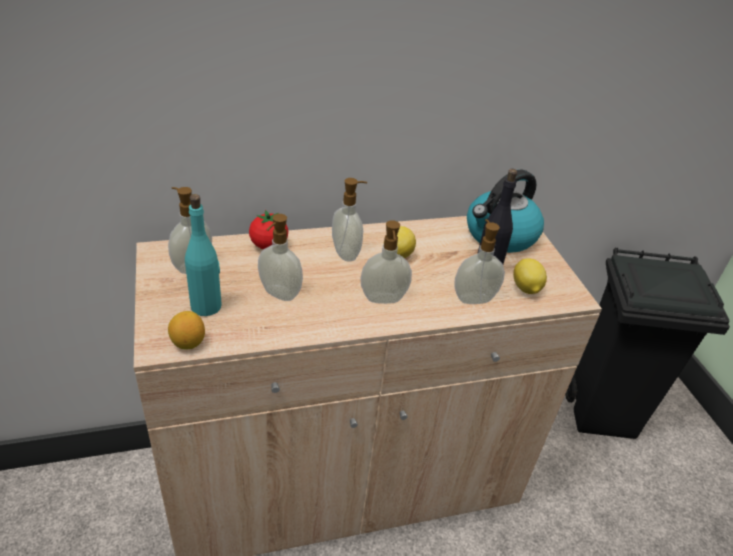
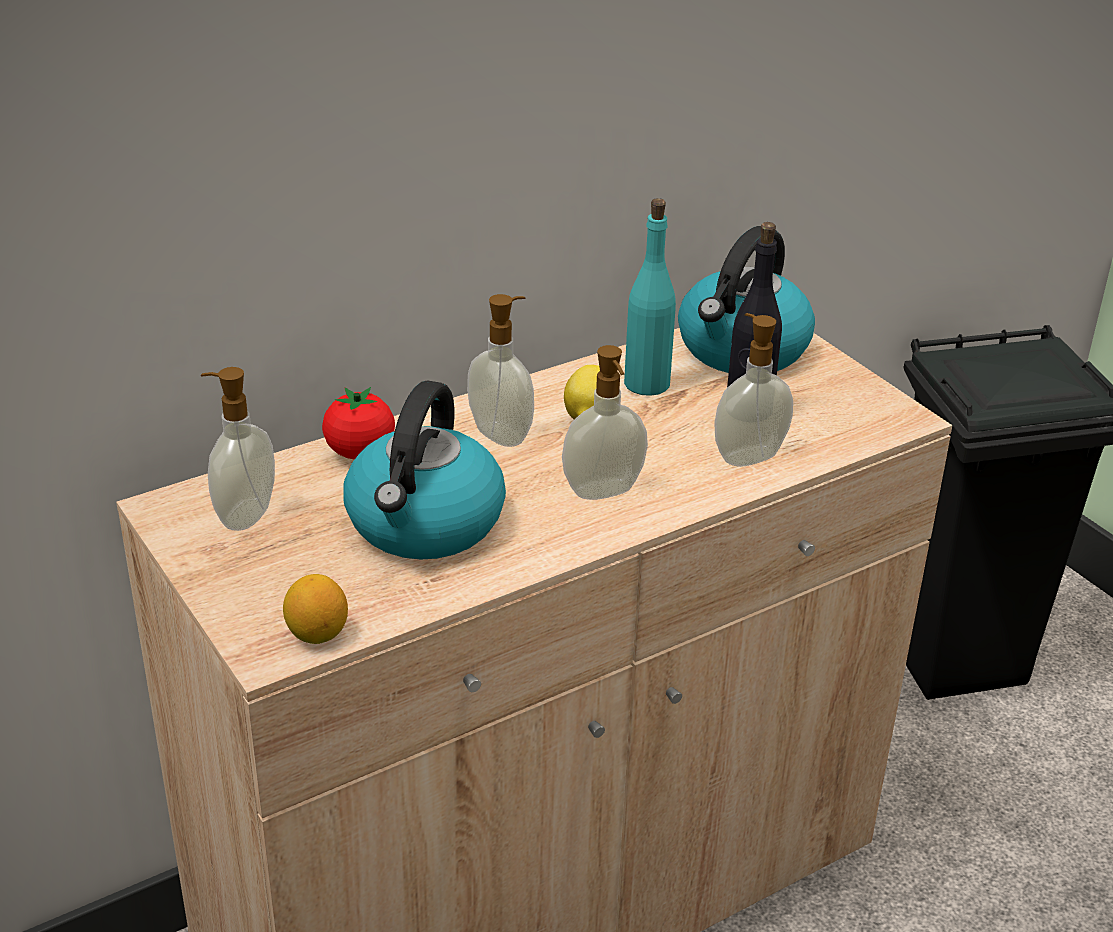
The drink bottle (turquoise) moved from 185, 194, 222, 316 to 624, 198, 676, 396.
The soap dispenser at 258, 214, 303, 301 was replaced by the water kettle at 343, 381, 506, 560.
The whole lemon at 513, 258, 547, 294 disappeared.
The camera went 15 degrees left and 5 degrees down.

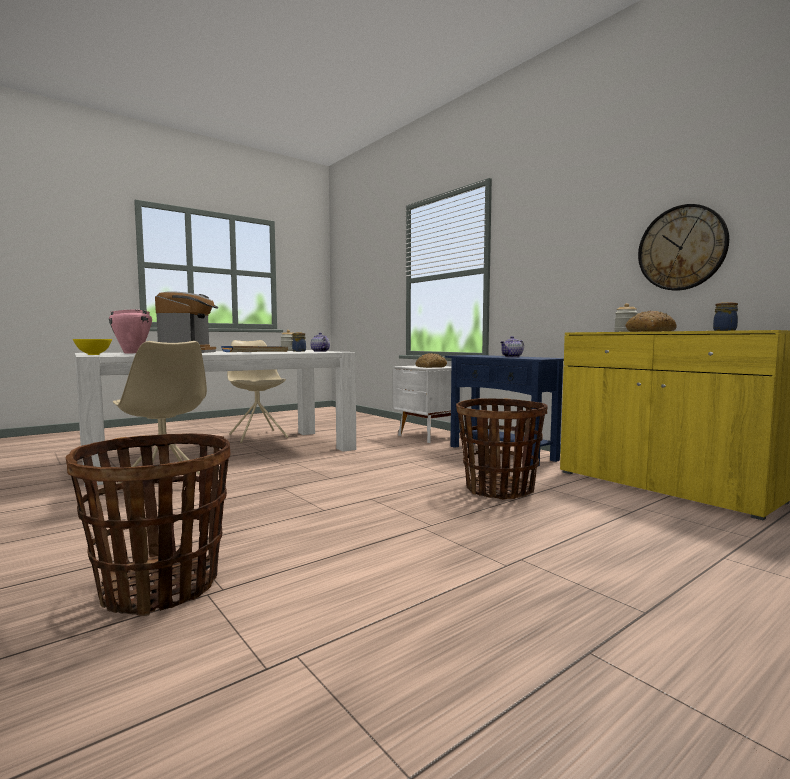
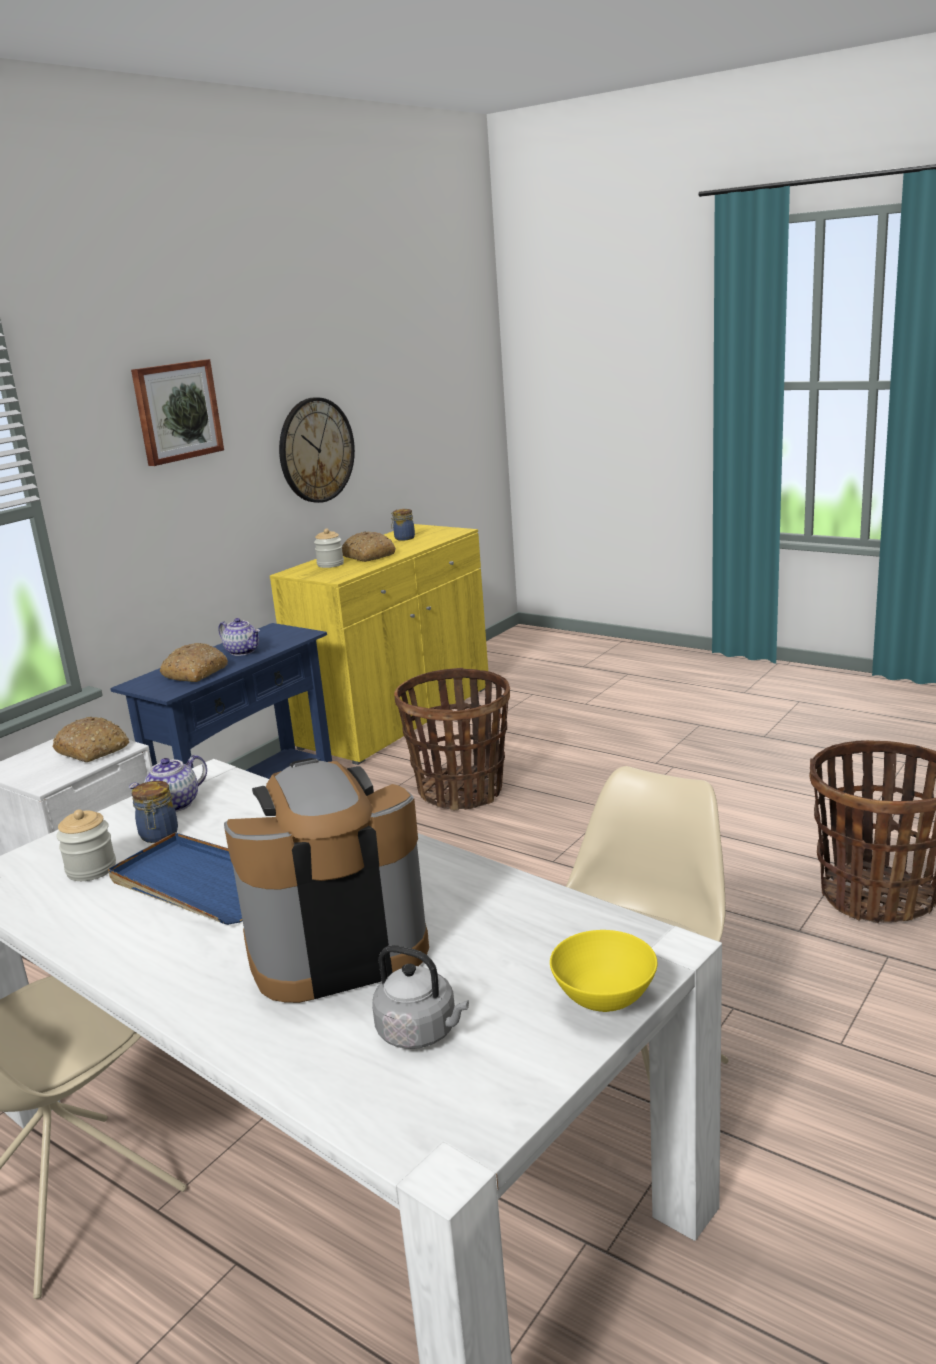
The saucepot (pinkish) at 109, 309, 152, 353 was replaced by the water kettle (greyish) at 372, 945, 469, 1049.
The wall art at 131, 359, 224, 466 appeared.
The baked bread at 160, 643, 228, 682 appeared.
The camera went 105 degrees left and 15 degrees up.

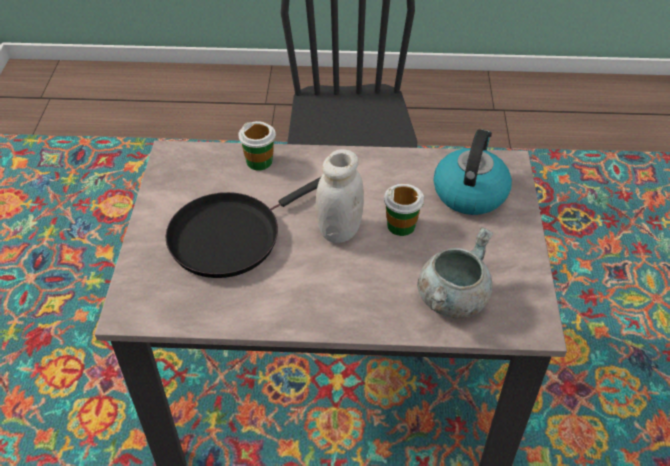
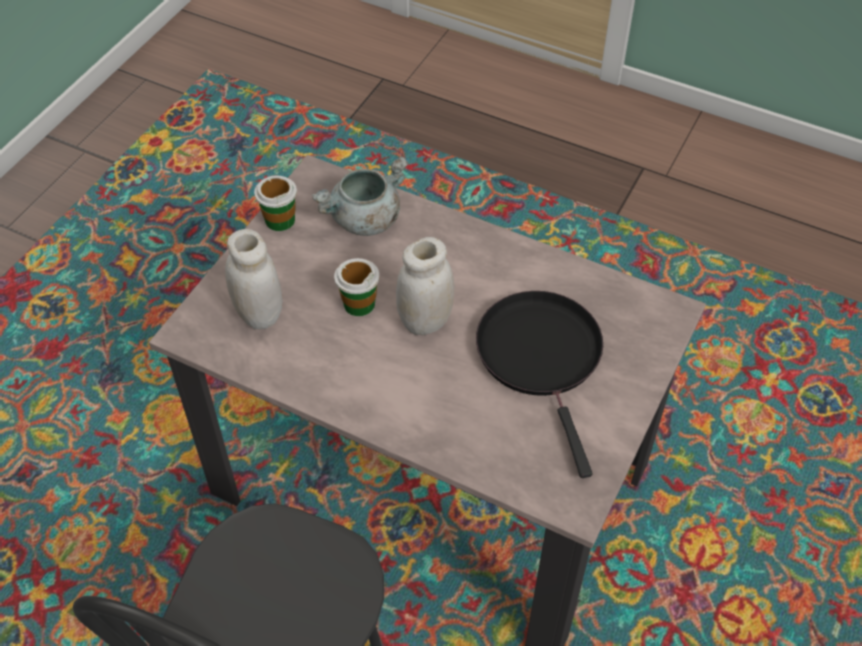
The small cup moved from 238, 121, 276, 171 to 254, 175, 297, 231.
The water kettle at 433, 129, 512, 215 was replaced by the jar (white) at 225, 229, 283, 329.
The skillet (blackish) at 165, 177, 321, 278 turned 90 degrees counterclockwise.
The camera went 155 degrees left and 5 degrees up.

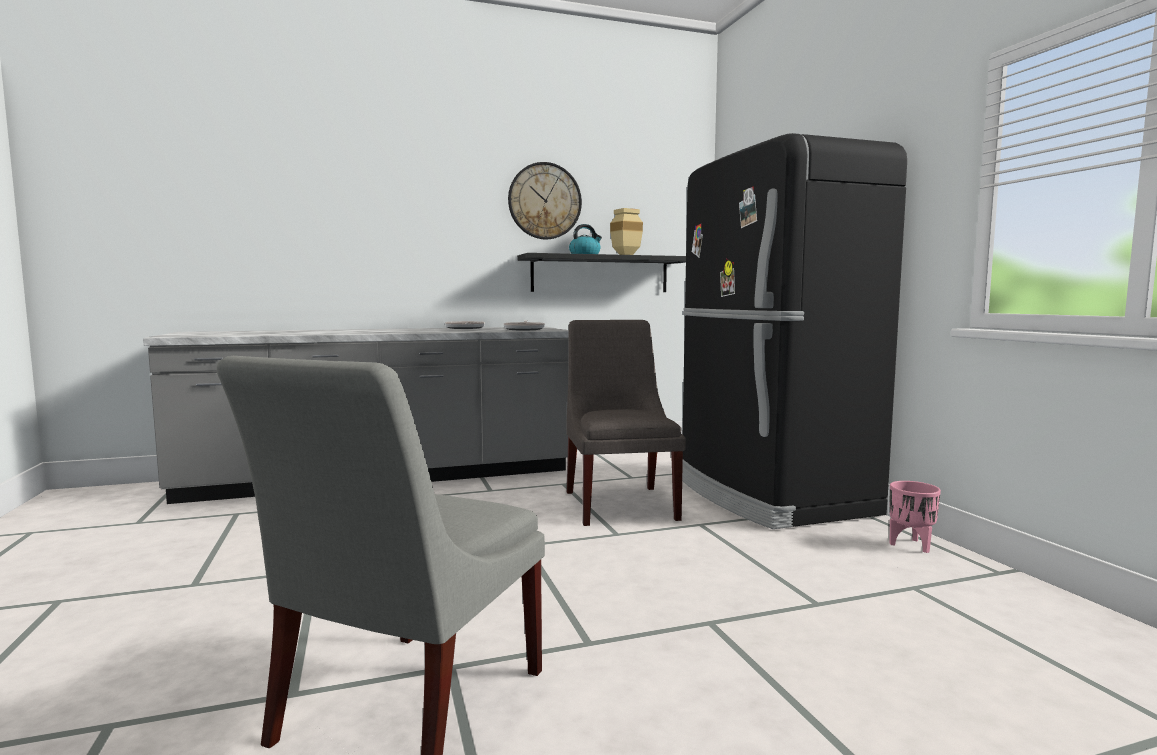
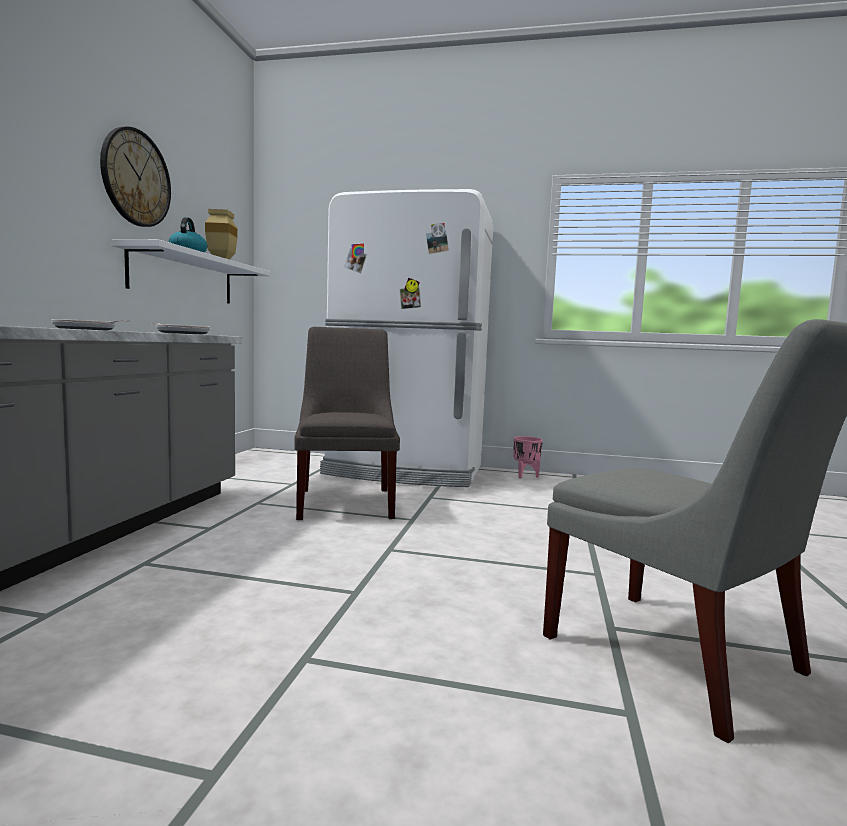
The refrigerator (blackish) at 682, 133, 907, 529 became the refrigerator (white) at 320, 189, 493, 487.
The bracket shelf (blackish) at 517, 253, 686, 292 became the bracket shelf (white) at 112, 239, 271, 304.
The plain chair (greyish) at 567, 320, 686, 526 turned 60 degrees clockwise.
The camera went 60 degrees left and 0 degrees up.

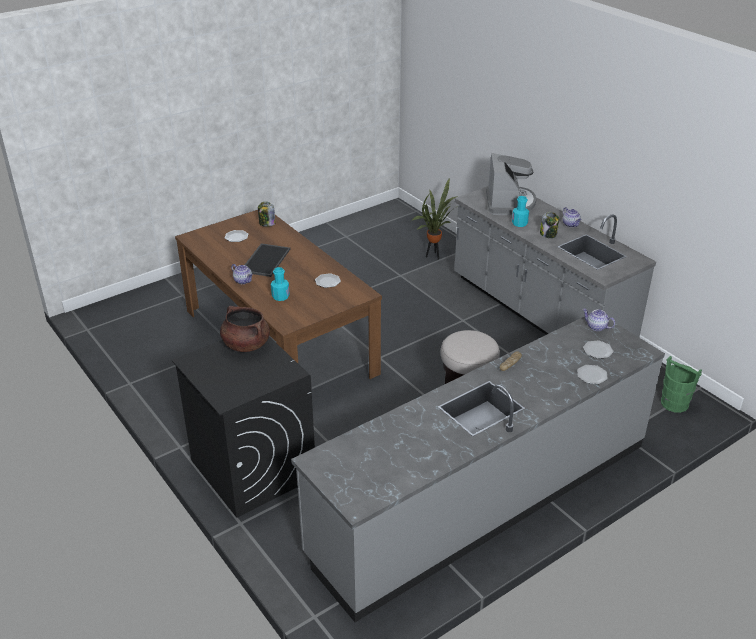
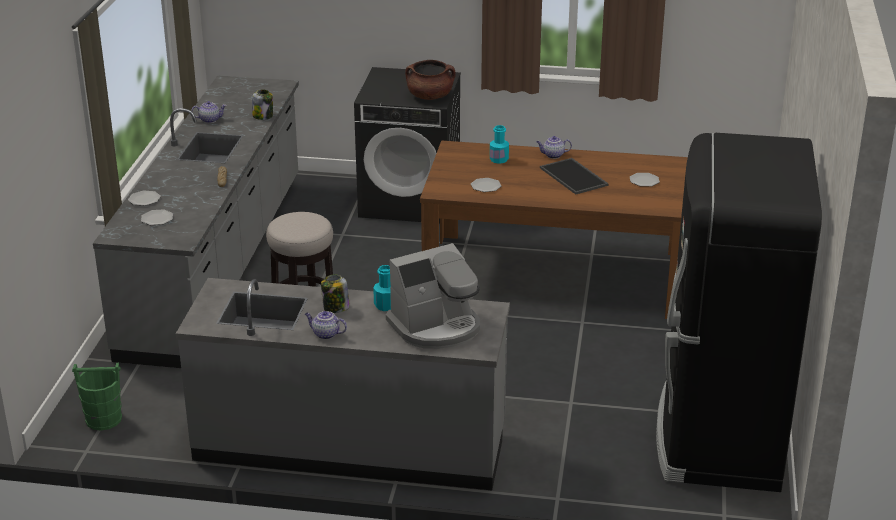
The coffee maker at 486, 153, 536, 215 turned 75 degrees counterclockwise.
The houseplant at 411, 178, 458, 260 disappeared.
The jar moved from 258, 202, 276, 227 to 252, 89, 273, 120.
The pot for tea moved from 583, 308, 615, 331 to 191, 101, 226, 123.
The refrigerator (blackish) at 656, 133, 822, 492 appeared.
The camera went 135 degrees right and 5 degrees down.

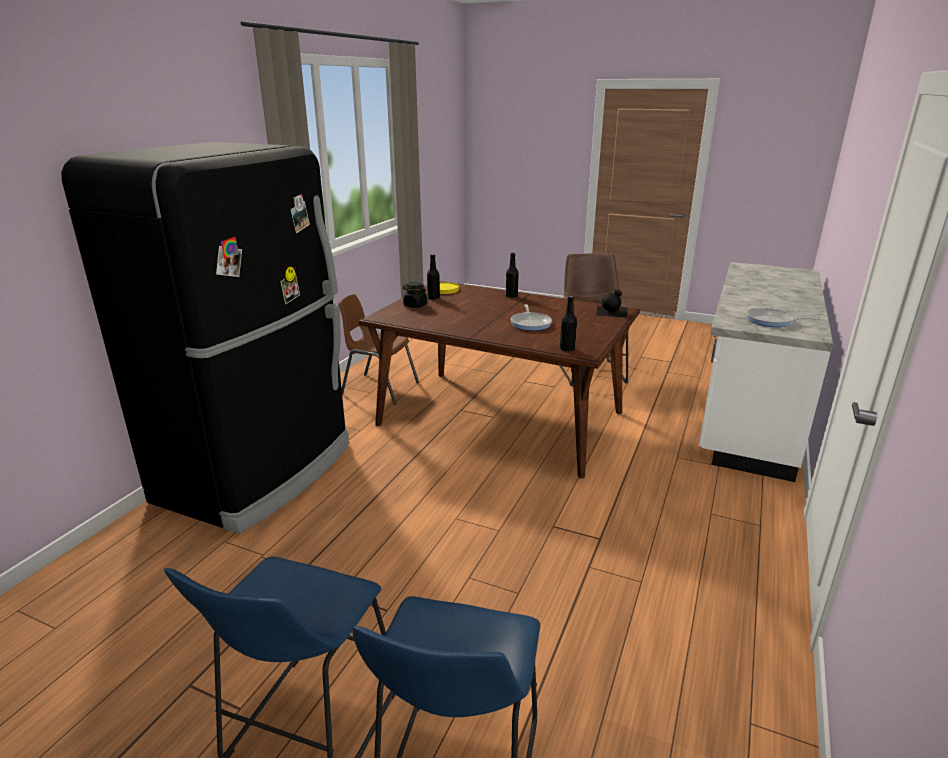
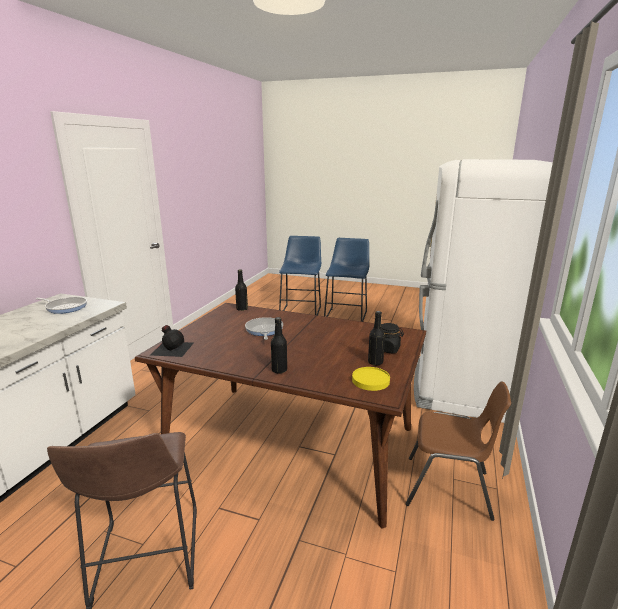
The refrigerator (blackish) at 61, 142, 349, 534 became the refrigerator (white) at 414, 159, 553, 423.
The camera went 175 degrees right and 5 degrees down.

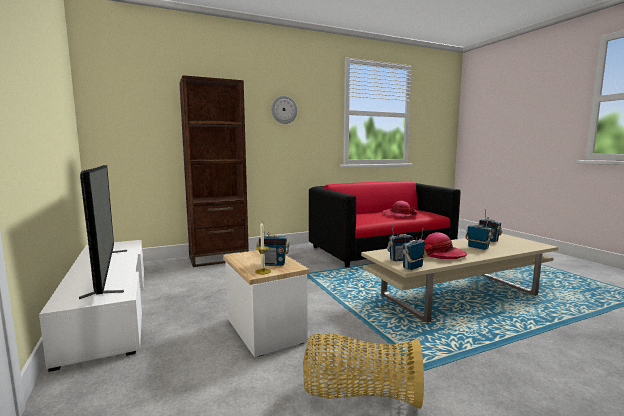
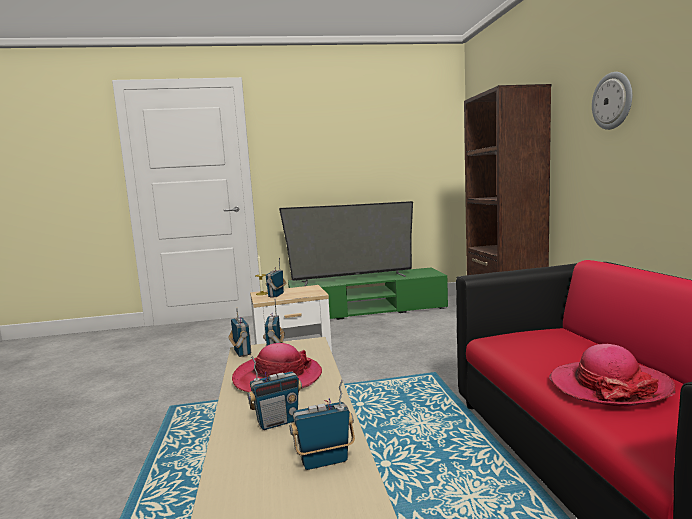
The media console (white) at 39, 240, 144, 372 became the media console (green) at 288, 268, 448, 320.
The storage basket at 303, 333, 424, 409 disappeared.
The camera went 105 degrees right and 0 degrees up.

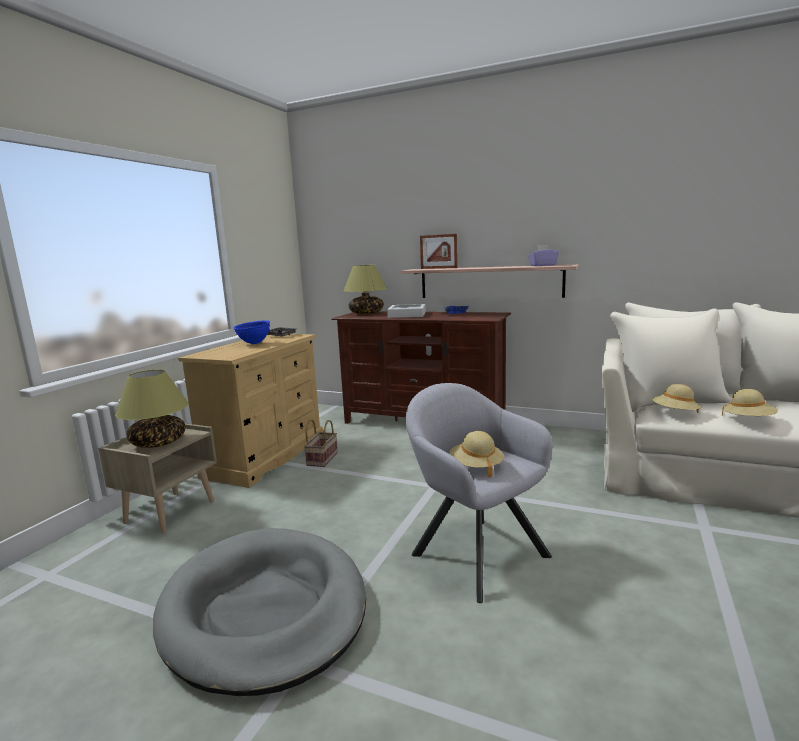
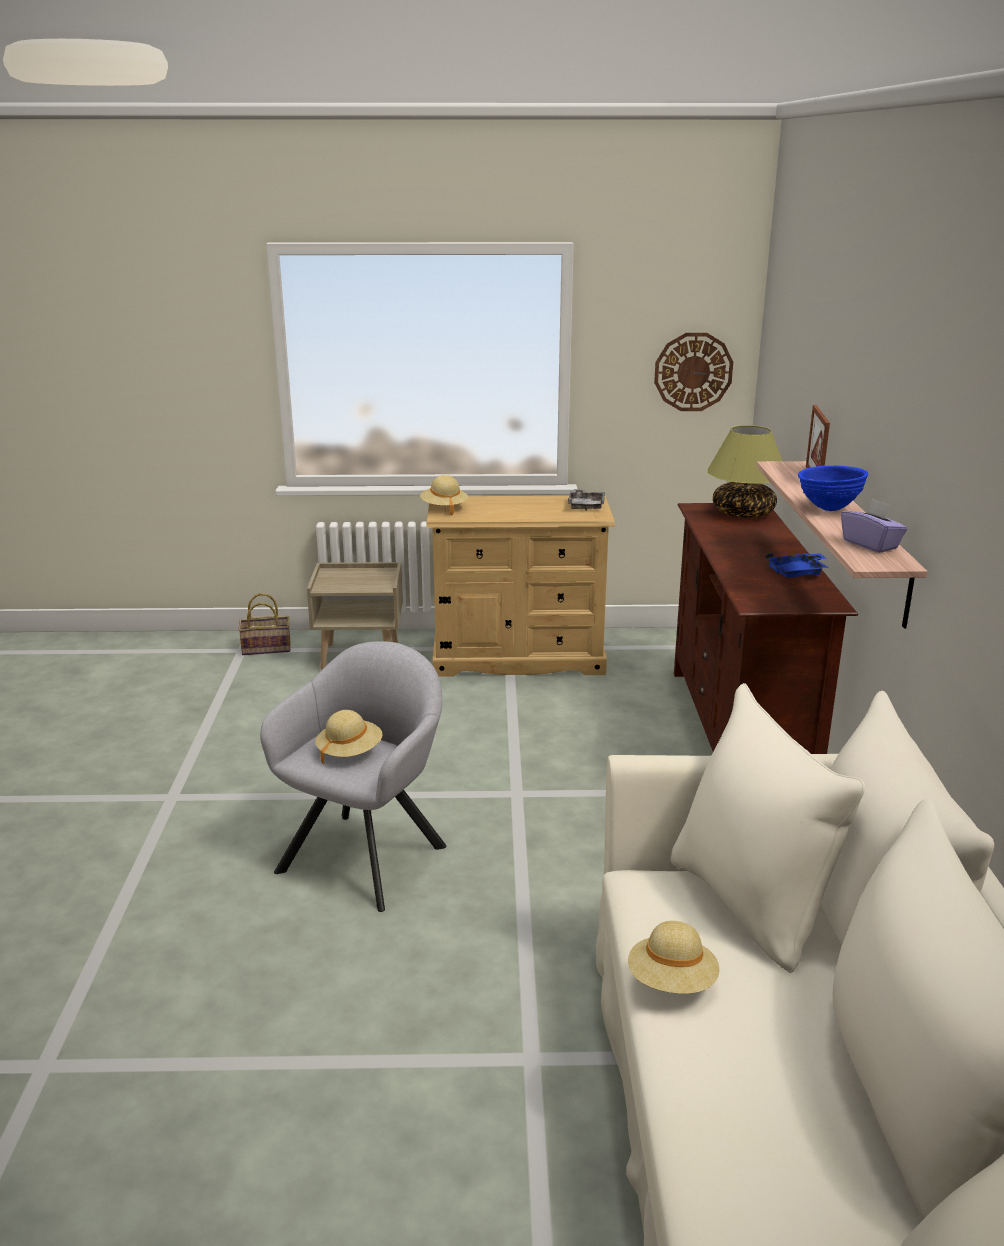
The tray (greyish) at 387, 304, 426, 318 disappeared.
The serving bowl (bluish) moved from 234, 320, 270, 344 to 798, 465, 868, 511.
The tabletop lamp at 115, 369, 189, 448 disappeared.
The hat (sand-coloured) moved from 652, 384, 701, 413 to 420, 475, 468, 515.
The storage basket moved from 304, 419, 338, 467 to 238, 593, 290, 655.
The pet bed (greyish) at 153, 528, 366, 696 disappeared.
The hanging clock at 654, 333, 733, 411 appeared.
The camera went 65 degrees right and 10 degrees up.

